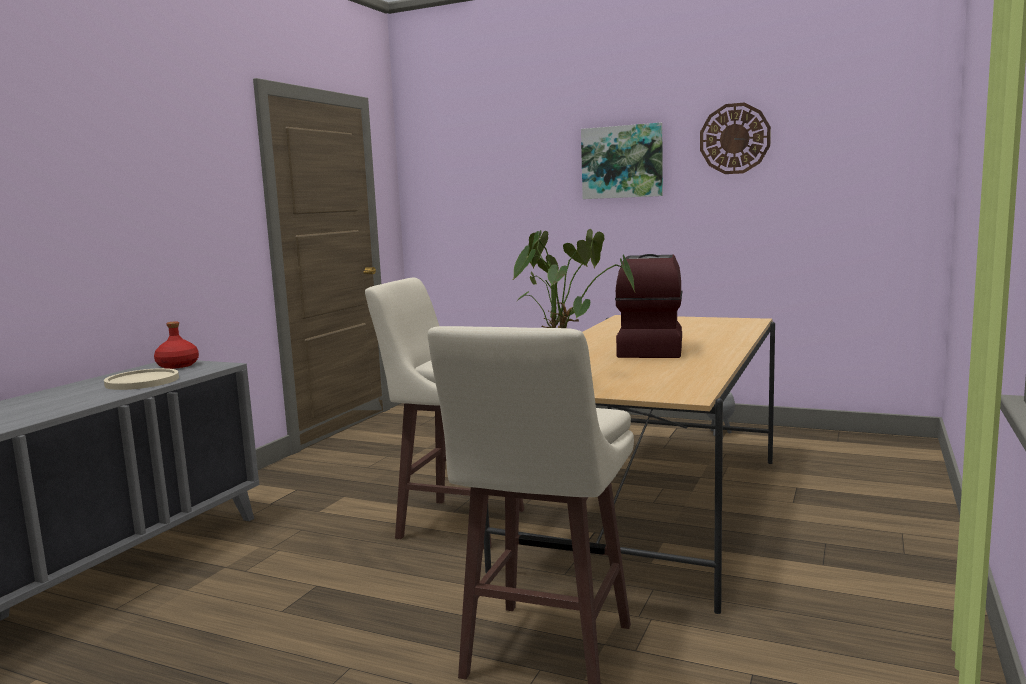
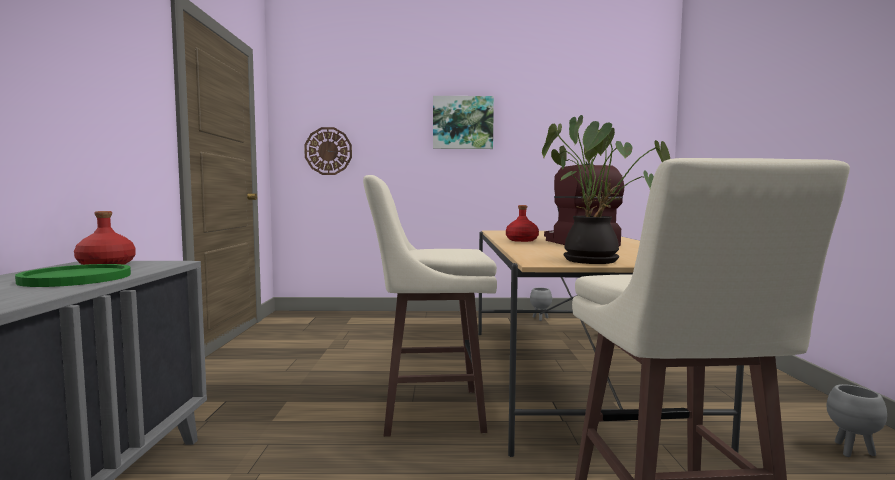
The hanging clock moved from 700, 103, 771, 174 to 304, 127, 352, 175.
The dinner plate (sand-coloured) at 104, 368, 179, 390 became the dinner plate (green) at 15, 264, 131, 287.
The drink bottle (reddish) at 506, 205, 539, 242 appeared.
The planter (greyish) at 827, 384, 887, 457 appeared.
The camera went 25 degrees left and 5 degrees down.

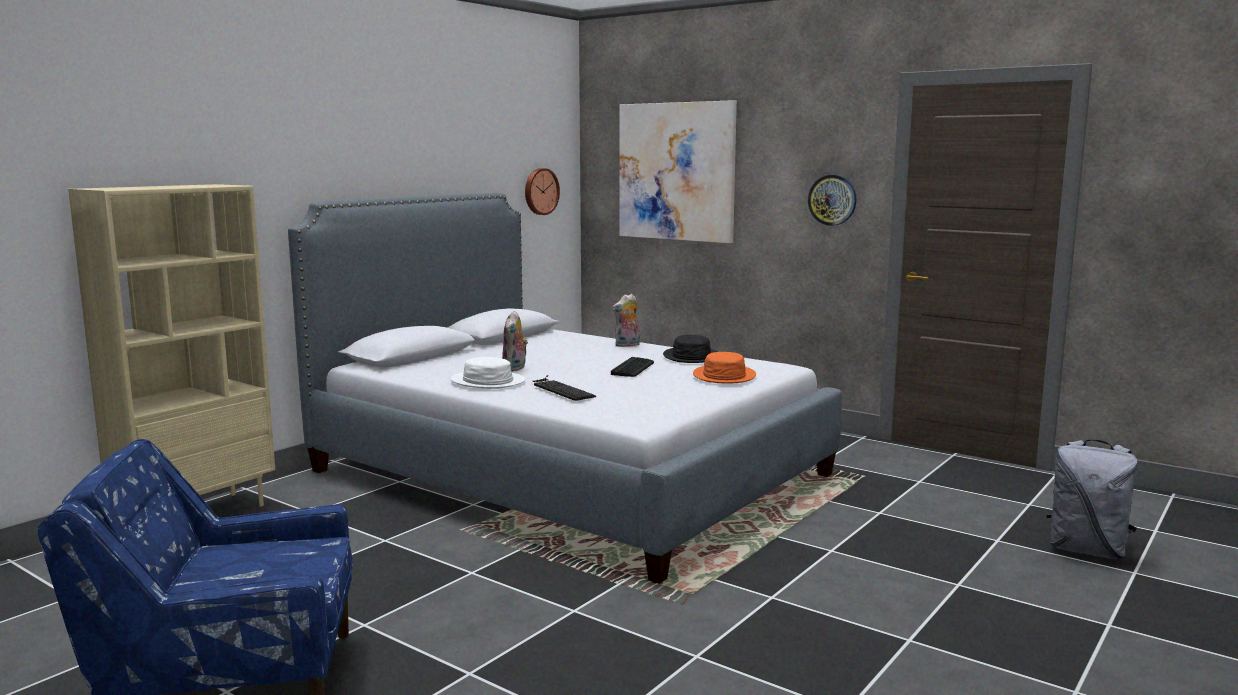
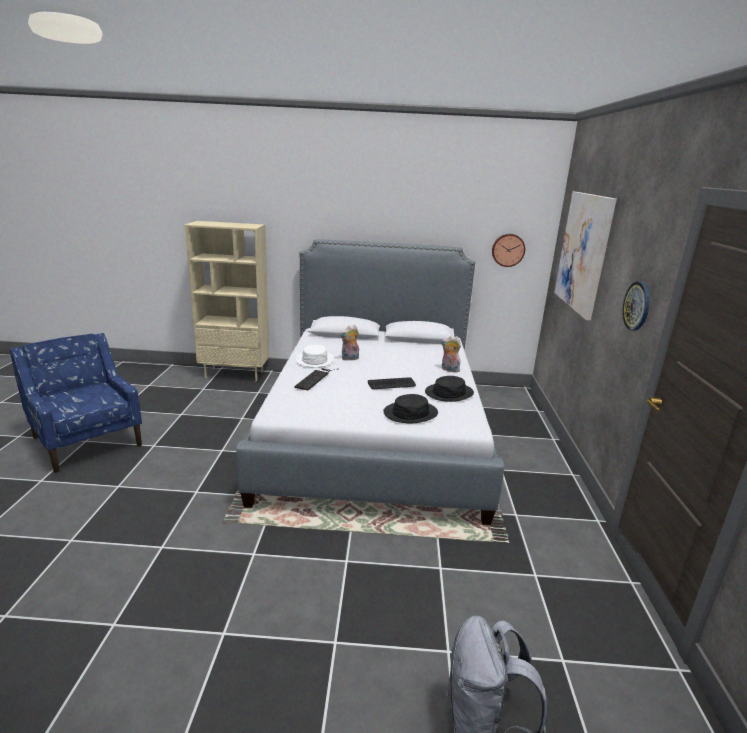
The hat (orange-coloured) at 693, 352, 756, 384 became the hat (blackish) at 383, 394, 438, 423.
The camera went 55 degrees right and 10 degrees up.

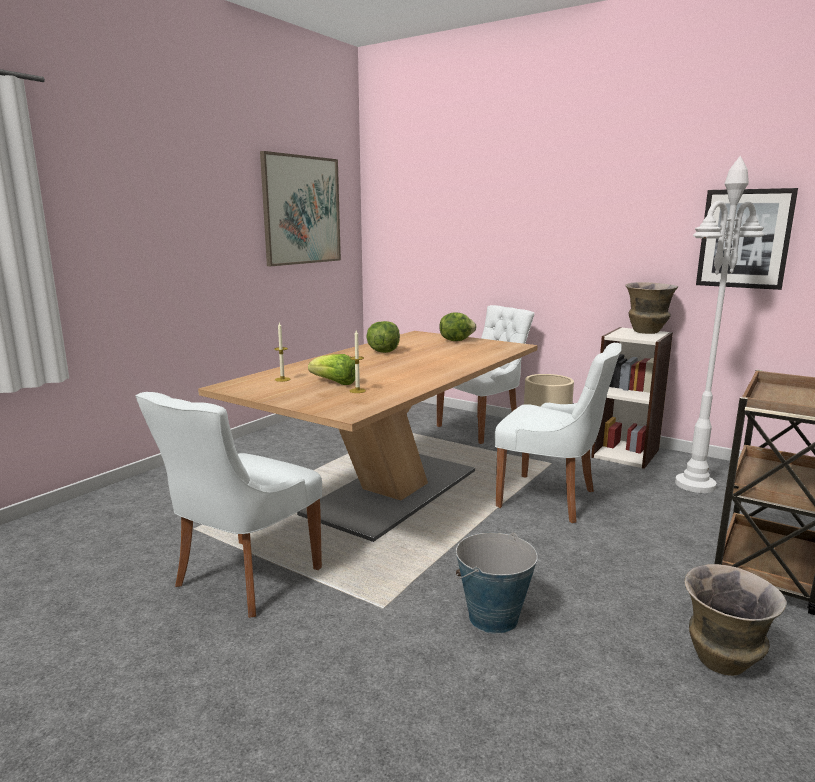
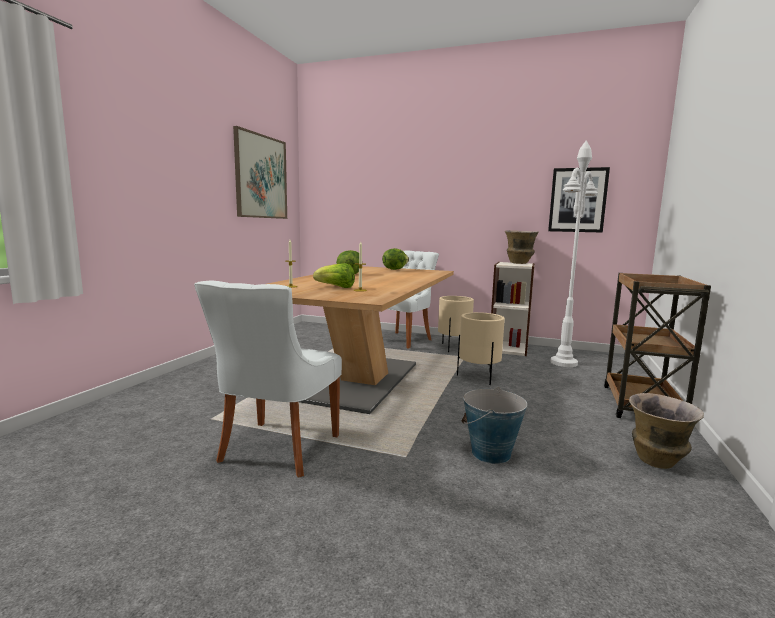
The plain chair (white) at 495, 343, 622, 523 was replaced by the planter (sand-coloured) at 457, 312, 505, 385.
The camera went 15 degrees left and 5 degrees down.

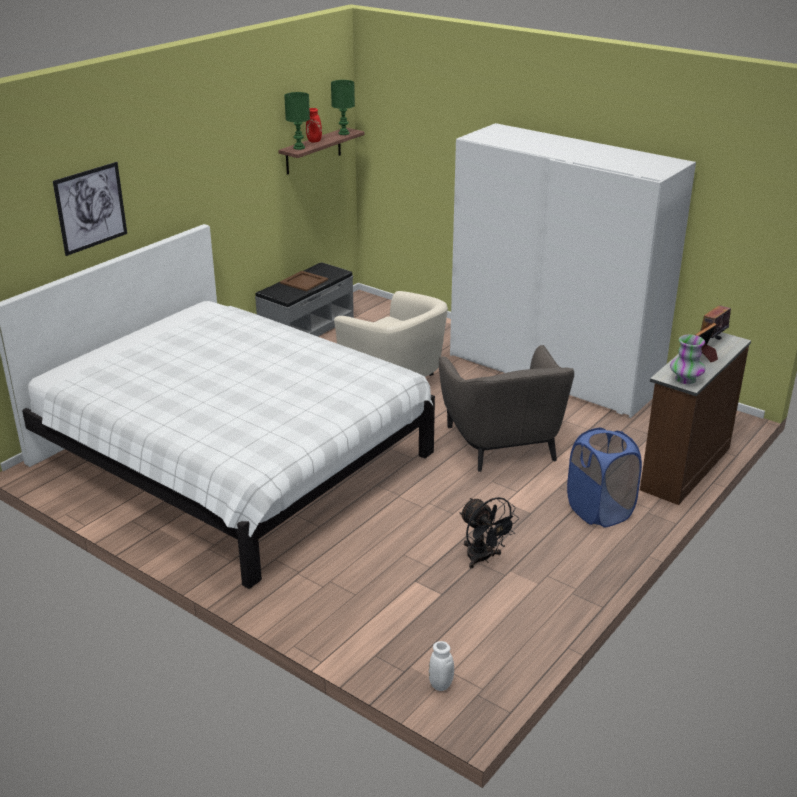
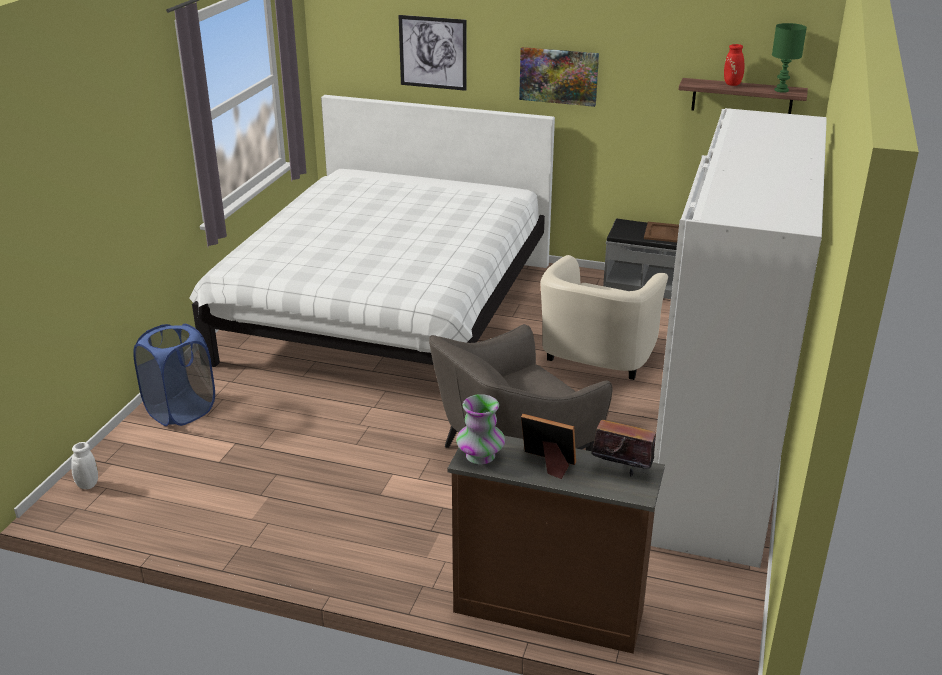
The tabletop lamp (green) at 284, 92, 310, 150 disappeared.
The hamper (bluish) moved from 567, 428, 642, 527 to 133, 324, 215, 426.
The electric fan (blackish) at 459, 497, 519, 568 disappeared.
The wall art at 519, 47, 599, 107 appeared.
The camera went 70 degrees right and 0 degrees up.

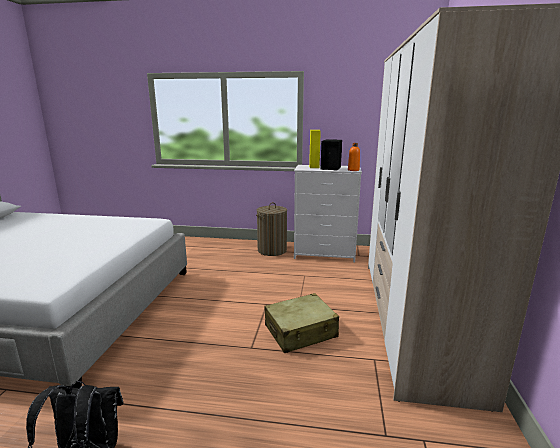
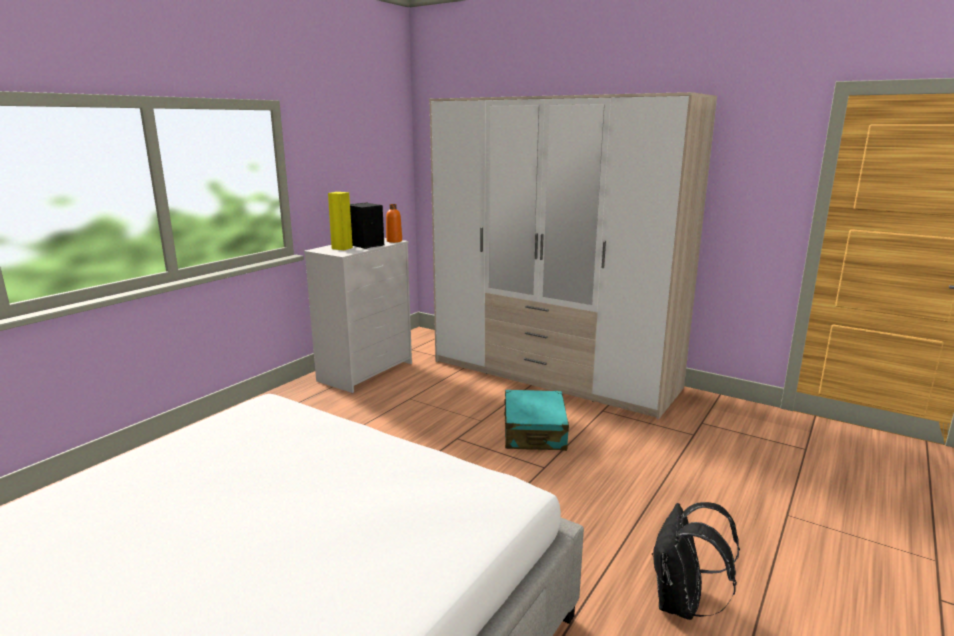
The hamper at 256, 202, 287, 256 disappeared.
The piece of luggage (sand-coloured) at 265, 293, 339, 353 became the piece of luggage (turquoise) at 504, 390, 569, 451.
The camera went 65 degrees left and 0 degrees up.

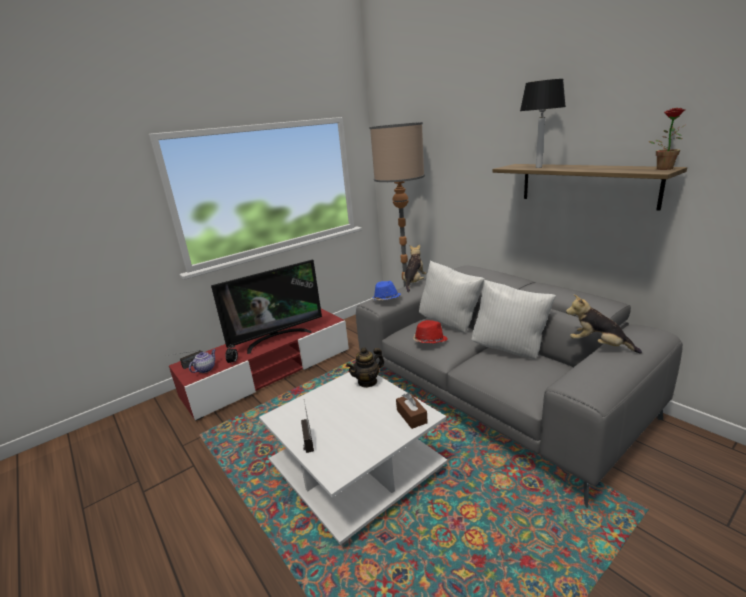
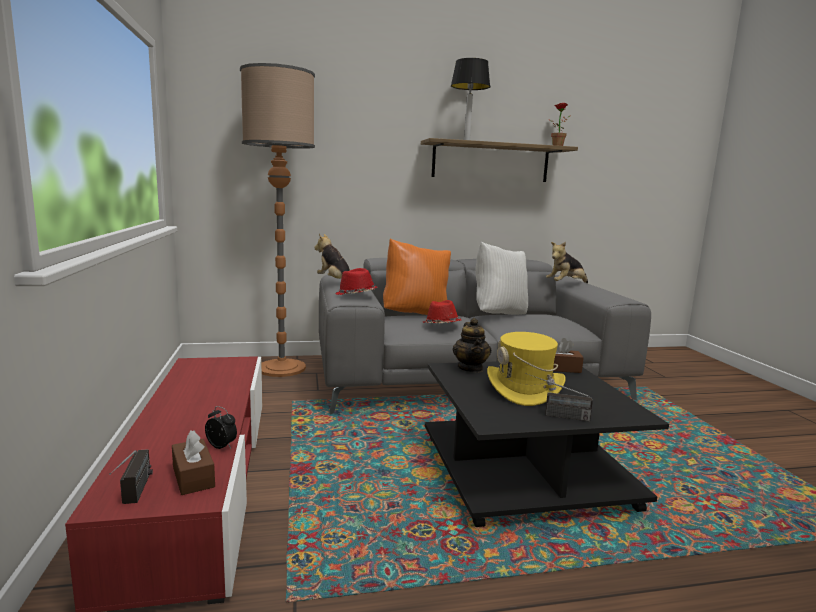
The TV set at 211, 260, 322, 354 disappeared.
The cushion (white) at 419, 261, 485, 333 became the cushion (orange-coloured) at 383, 239, 451, 315.
The hat (bluish) at 371, 281, 401, 300 became the hat (reddish) at 335, 268, 377, 295.
The pot for tea at 189, 349, 216, 373 was replaced by the tissue holder (brownish) at 172, 430, 215, 495.
The low table (white) at 259, 372, 447, 547 became the low table (blackish) at 425, 361, 669, 527.
The hat (yellow-coloured) at 487, 332, 566, 406 appeared.
The camera went 65 degrees left and 10 degrees down.

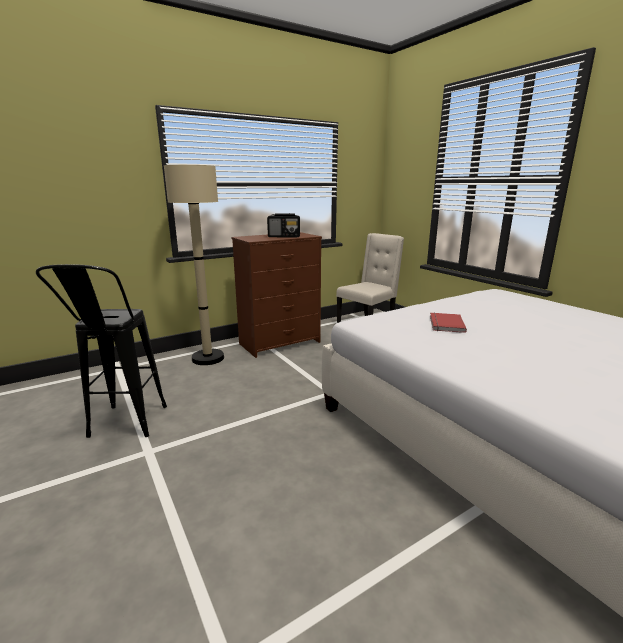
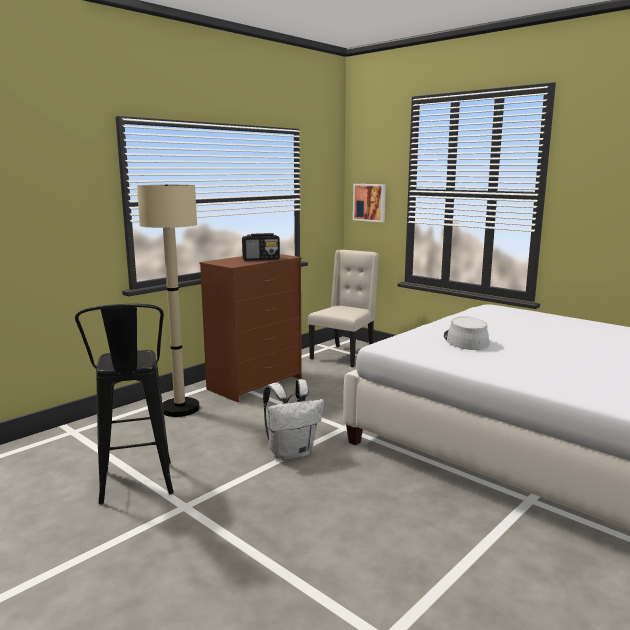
The book (reddish) at 430, 313, 467, 333 was replaced by the hat (greyish) at 444, 316, 490, 350.
The wall art at 353, 184, 386, 222 appeared.
The rucksack (white) at 263, 379, 324, 460 appeared.
The camera went 15 degrees left and 5 degrees down.

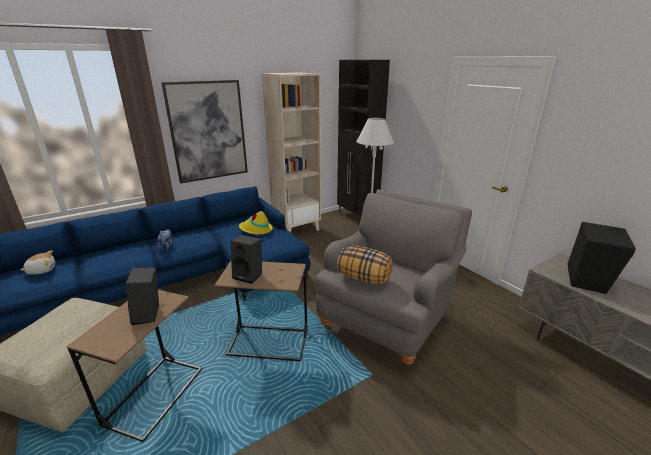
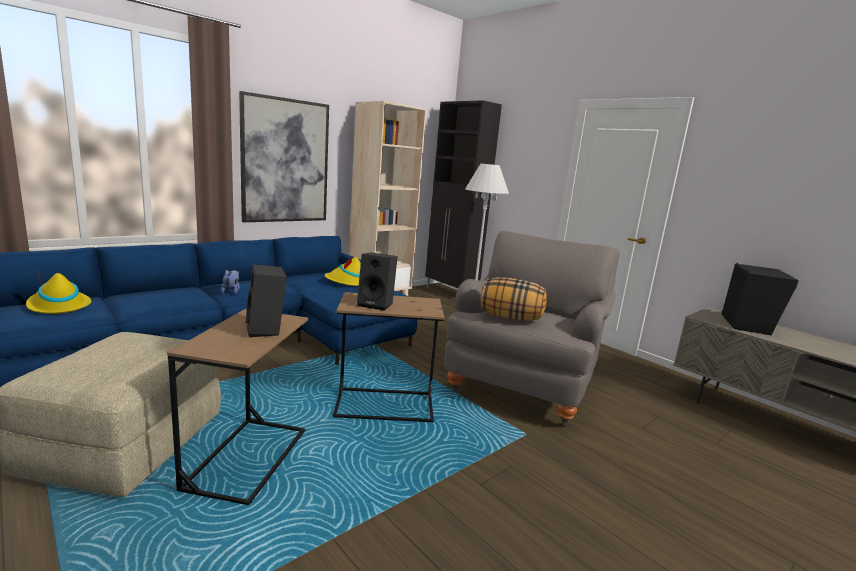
The soft toy at 20, 250, 55, 275 was replaced by the hat (yellow-coloured) at 26, 271, 91, 314.
The camera went 10 degrees left and 10 degrees down.

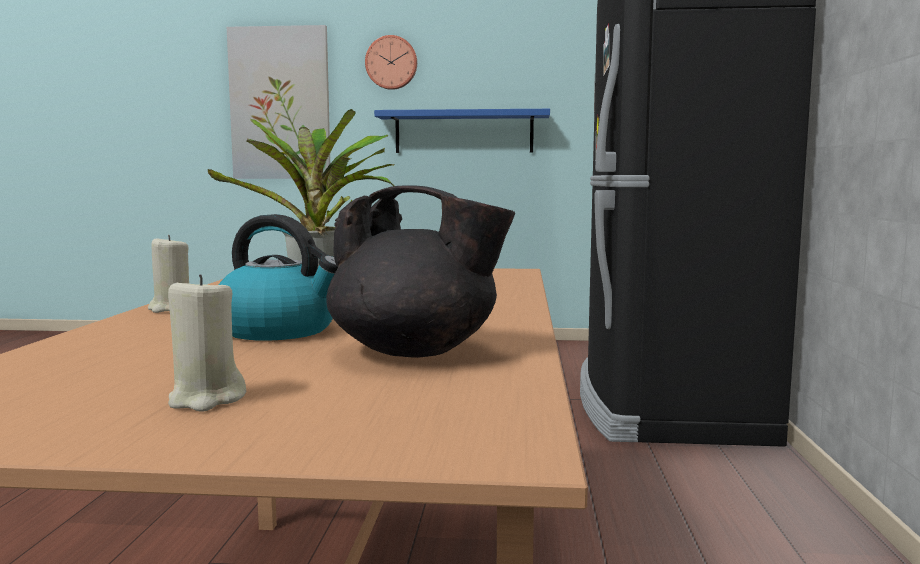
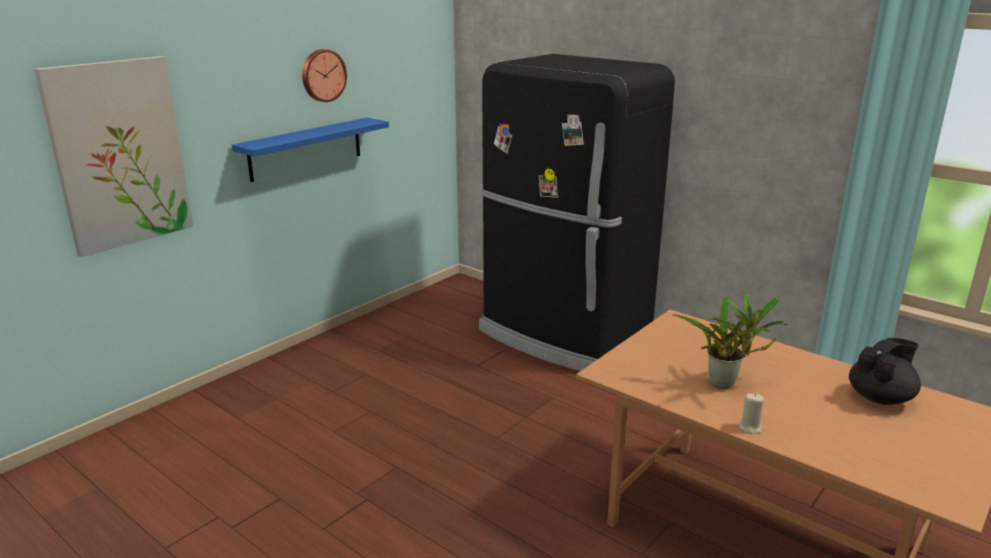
The hanging clock moved from 365, 35, 417, 90 to 302, 49, 347, 102.
The water kettle at 219, 214, 338, 341 disappeared.
The wax candle (sand-coloured) at 168, 274, 246, 412 disappeared.
The camera went 55 degrees left and 15 degrees up.

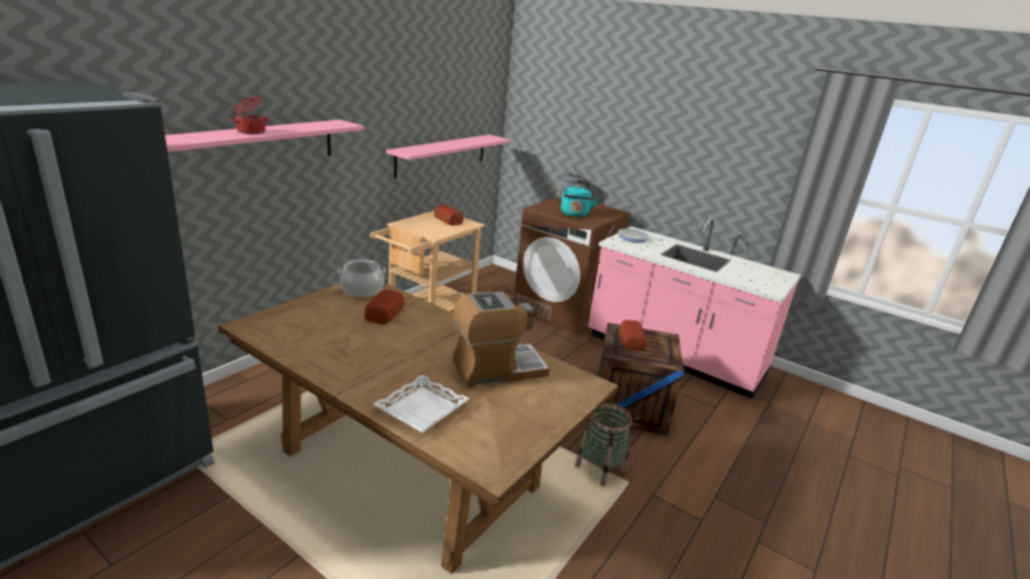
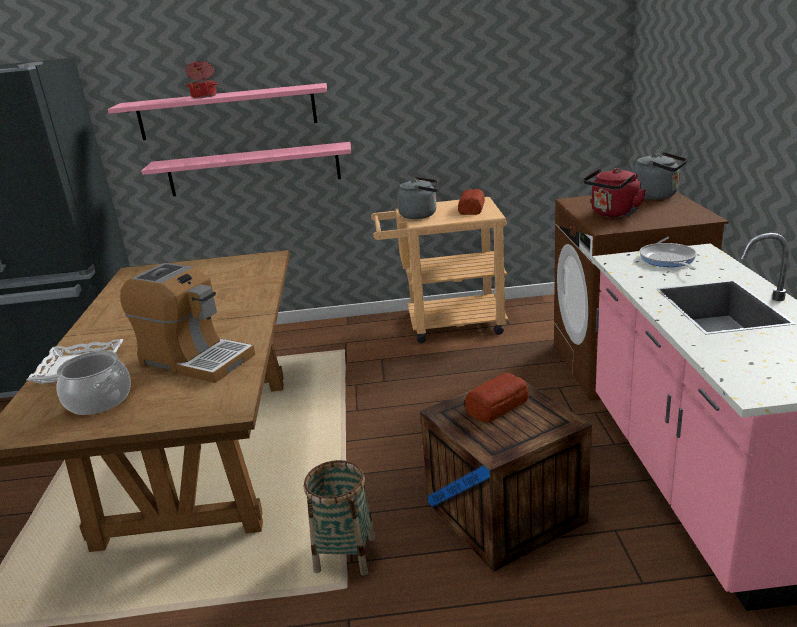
The bracket shelf (pinkish) moved from 386, 135, 511, 179 to 141, 142, 351, 196.
The water kettle (turquoise) at 561, 186, 598, 217 became the water kettle (reddish) at 583, 168, 646, 217.
The saucepot moved from 337, 260, 386, 297 to 57, 351, 131, 415.
The baked bread at 364, 290, 405, 324 disappeared.
The water kettle (greyish) at 397, 177, 438, 219 appeared.
The camera went 55 degrees right and 0 degrees up.

